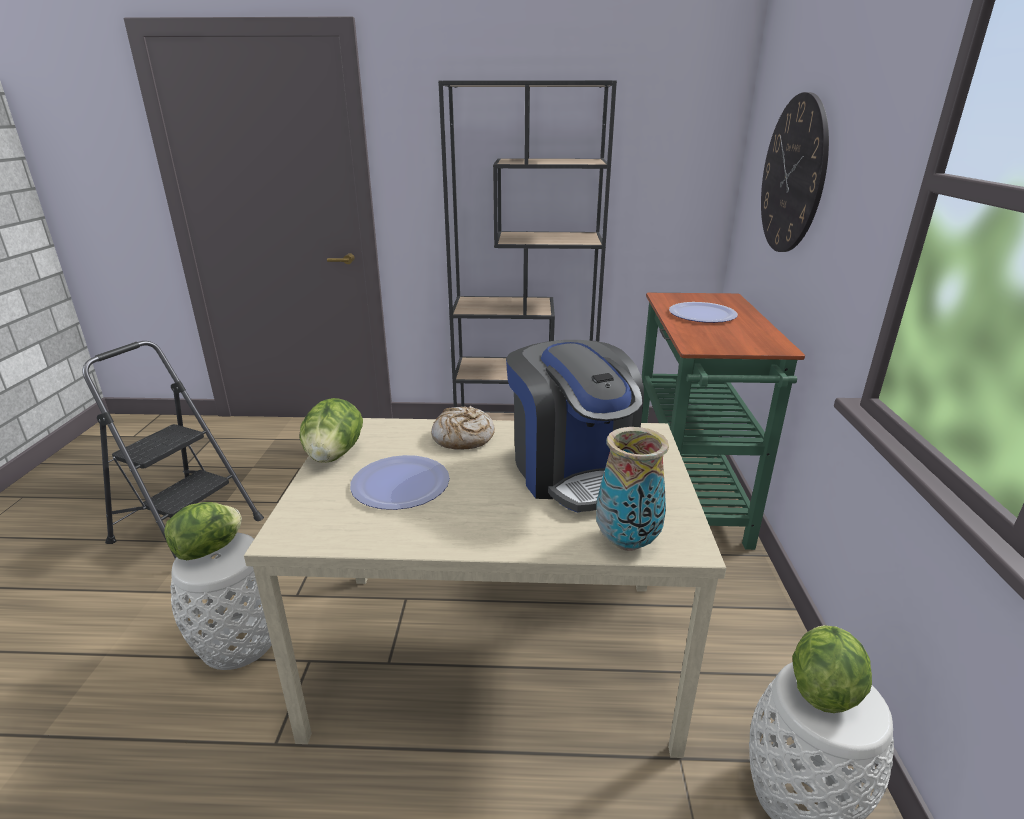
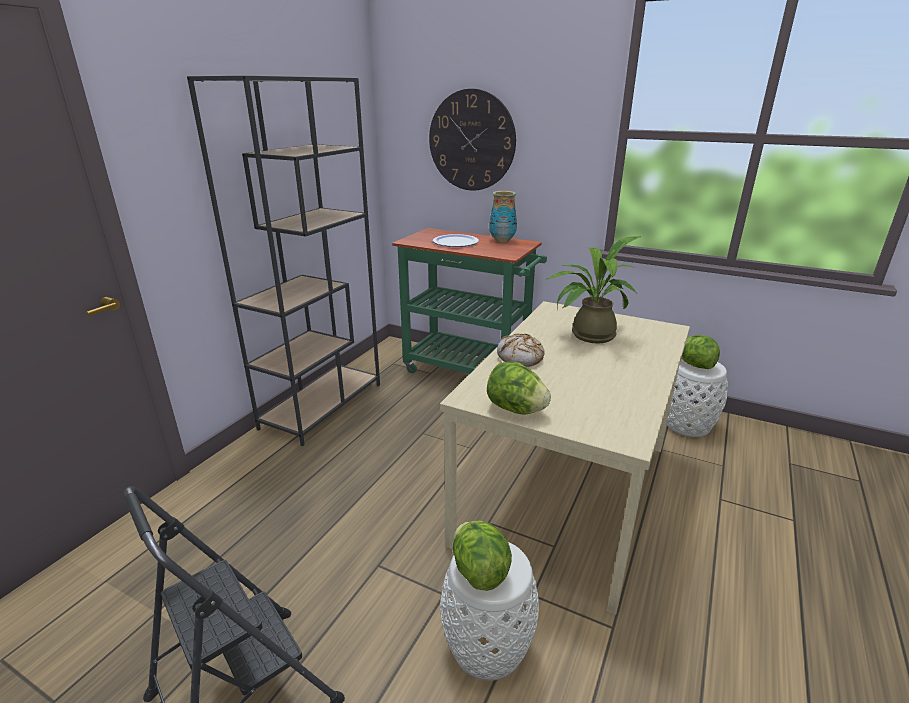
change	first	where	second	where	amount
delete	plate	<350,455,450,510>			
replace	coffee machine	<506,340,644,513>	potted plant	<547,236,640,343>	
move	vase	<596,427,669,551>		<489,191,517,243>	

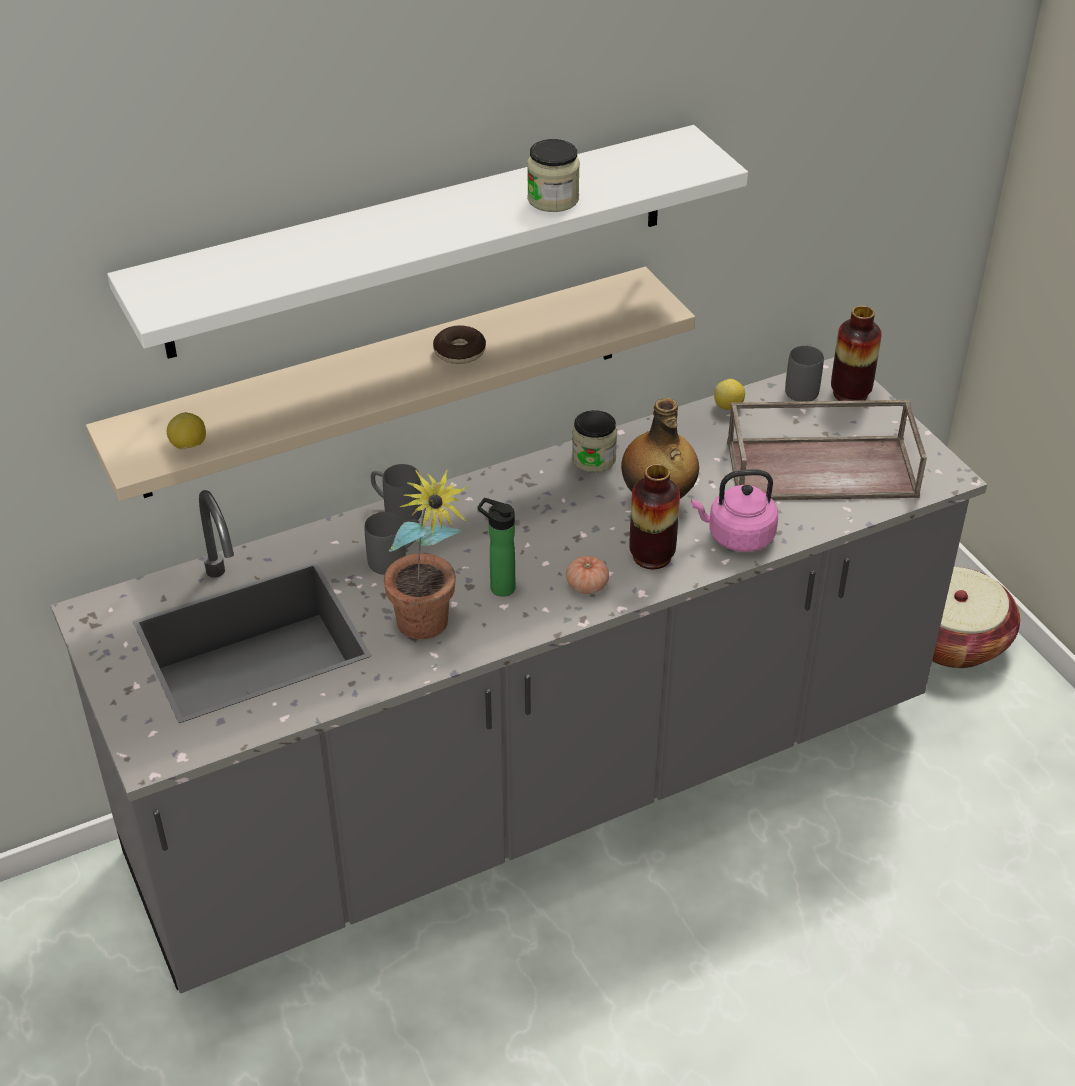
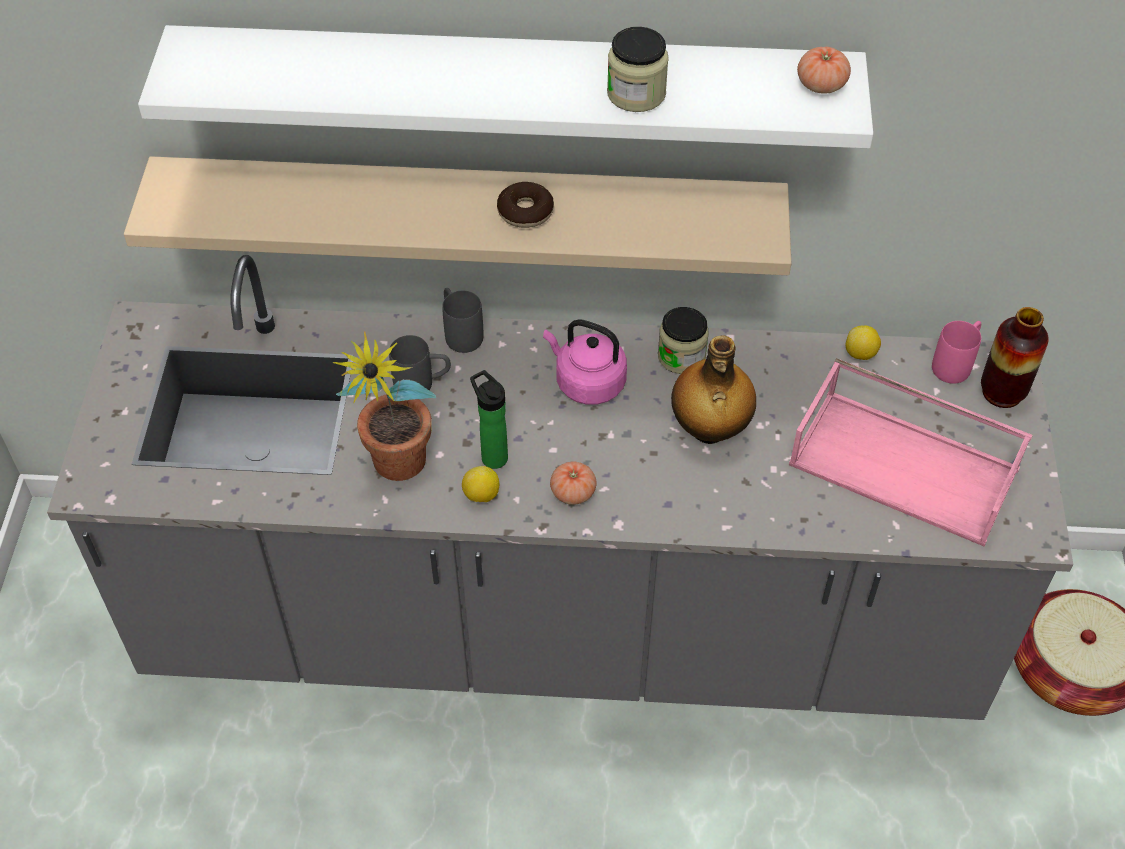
change	first	where	second	where	amount
move	lemon	<167,412,206,450>		<462,466,499,502>	
delete	vase	<630,464,680,569>			
move	pink kettle	<691,469,778,552>		<543,319,627,405>	
recolor	brown tray	<727,400,927,500>	pink tray	<789,358,1033,546>	
recolor	grey mug	<785,344,824,402>	pink mug	<932,321,981,384>	
insert			tomato	<797,47,851,94>	

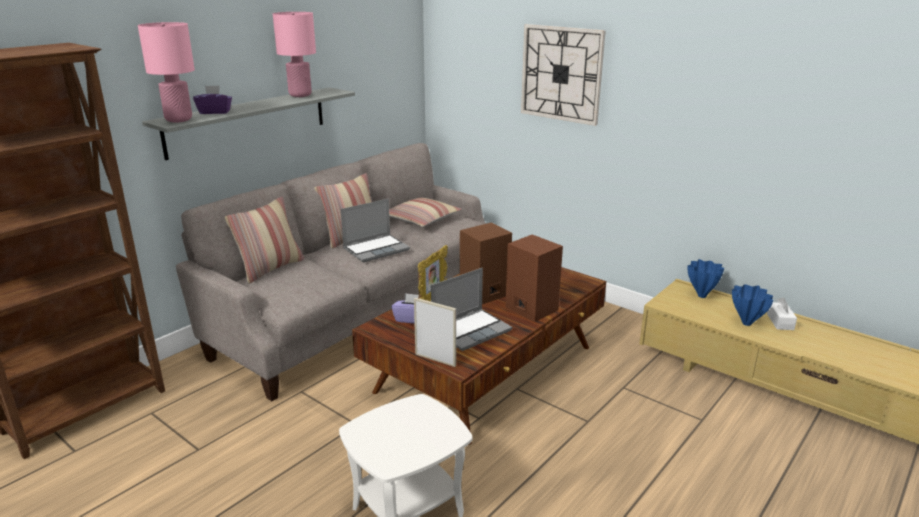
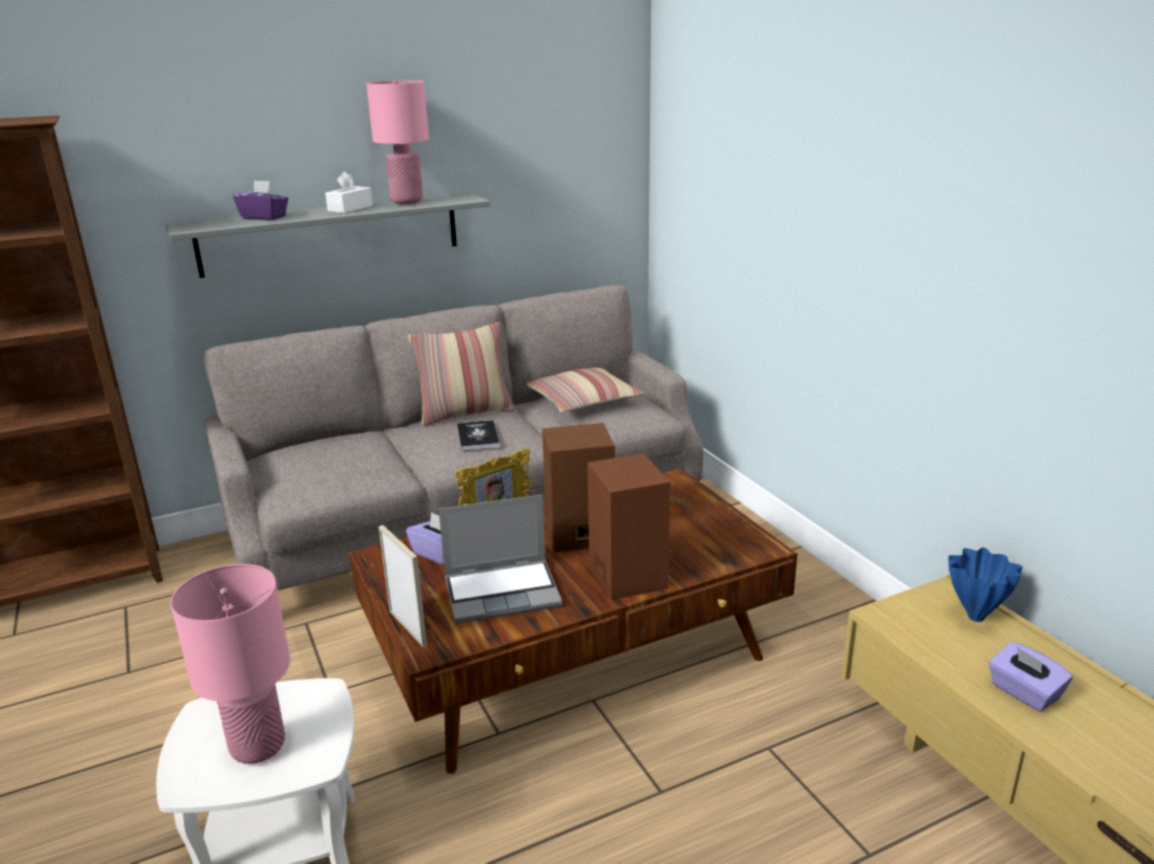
change	first	where	second	where	amount
move	pink table lamp	<138,22,195,122>		<171,564,290,764>	
delete	pillow	<225,197,304,284>			
replace	laptop	<341,199,410,262>	book	<457,420,500,451>	
delete	wall clock	<521,24,606,126>			
replace	blue vase	<732,284,773,326>	purple tissue box	<988,642,1073,712>	
move	white tissue box	<767,298,797,330>		<325,171,373,213>	

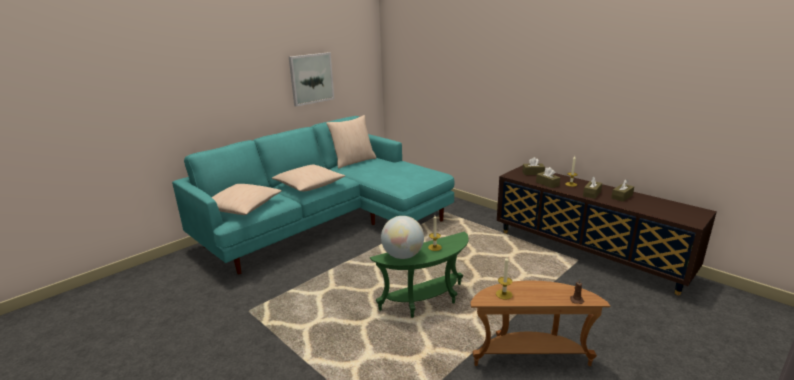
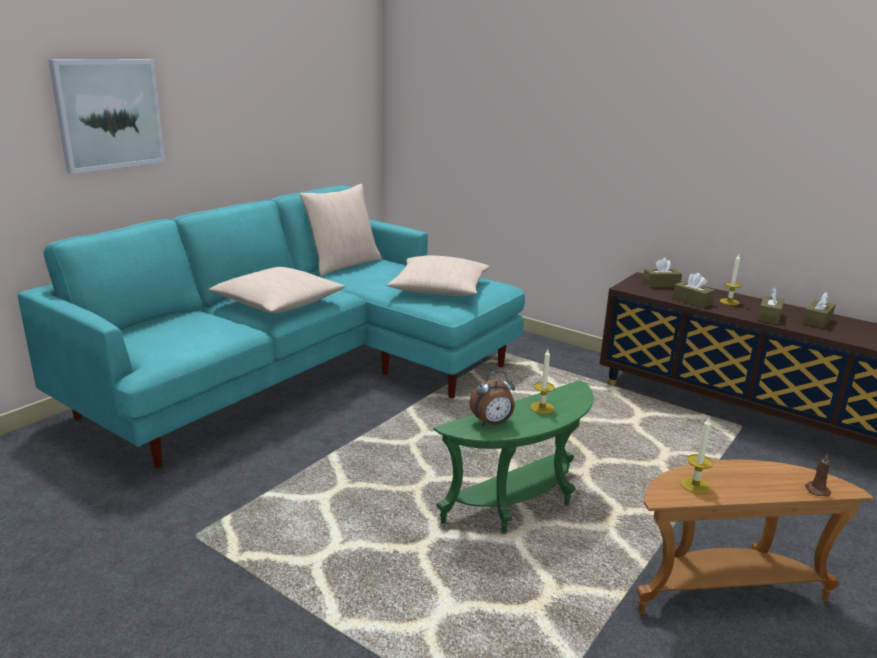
change	first	where	second	where	amount
move	beige pillow	<212,184,282,215>		<387,255,489,296>	
move	picture	<289,52,334,107>		<48,59,165,174>	
replace	globe	<381,216,424,259>	alarm clock	<470,371,515,426>	

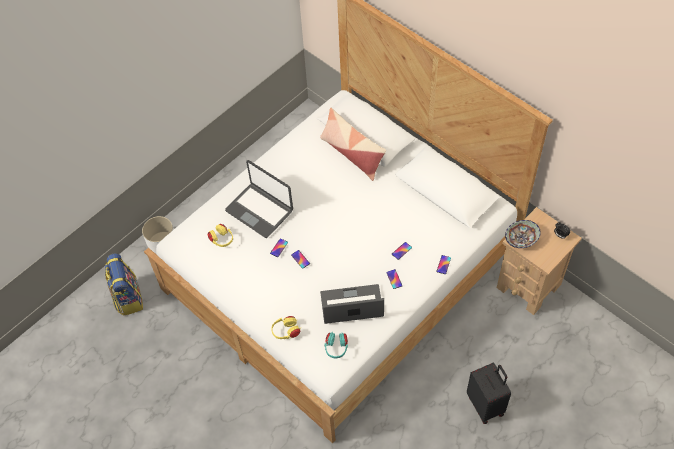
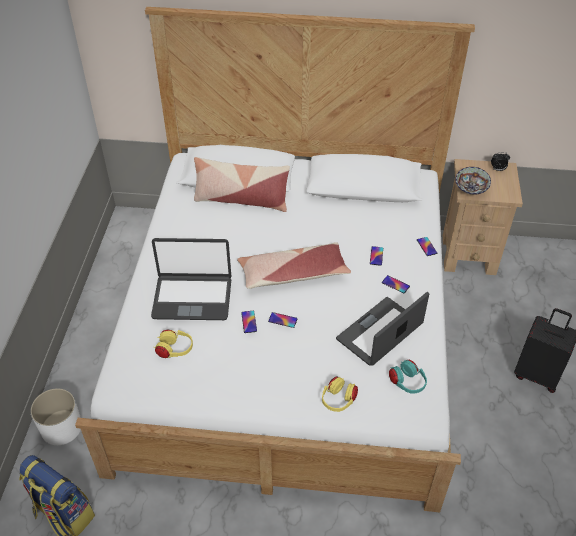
change	first	where	second	where	amount
insert			pillow	<237,242,351,289>	

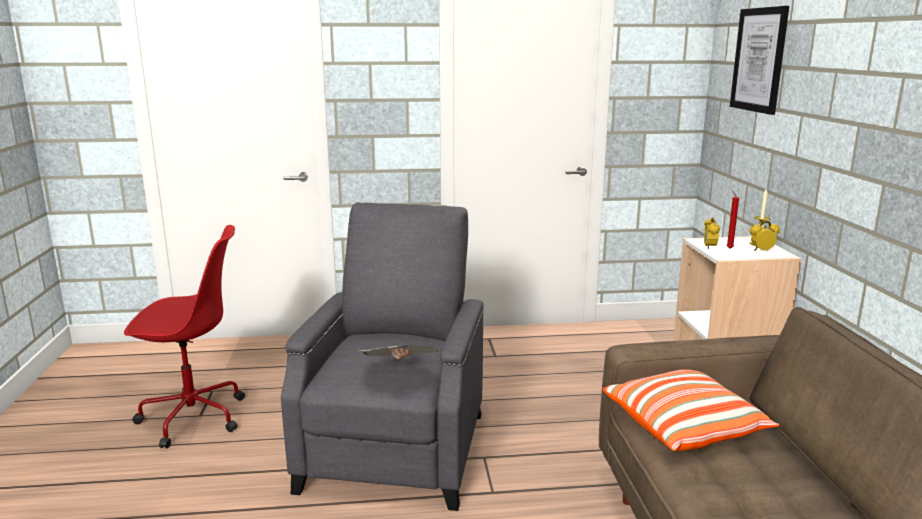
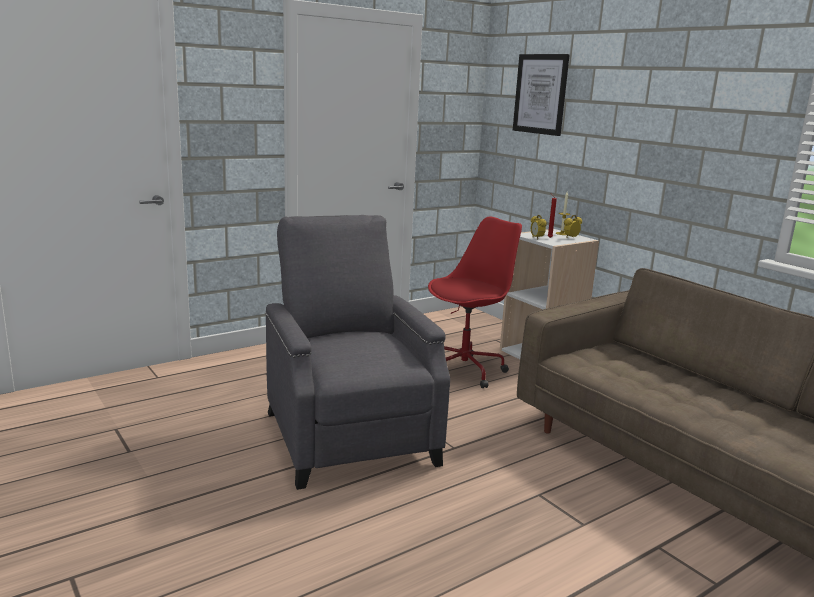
change	first	where	second	where	amount
move	red office chair	<124,225,245,448>		<428,217,522,388>	
delete	newspaper	<360,345,438,359>			
delete	pillow	<603,369,780,451>			

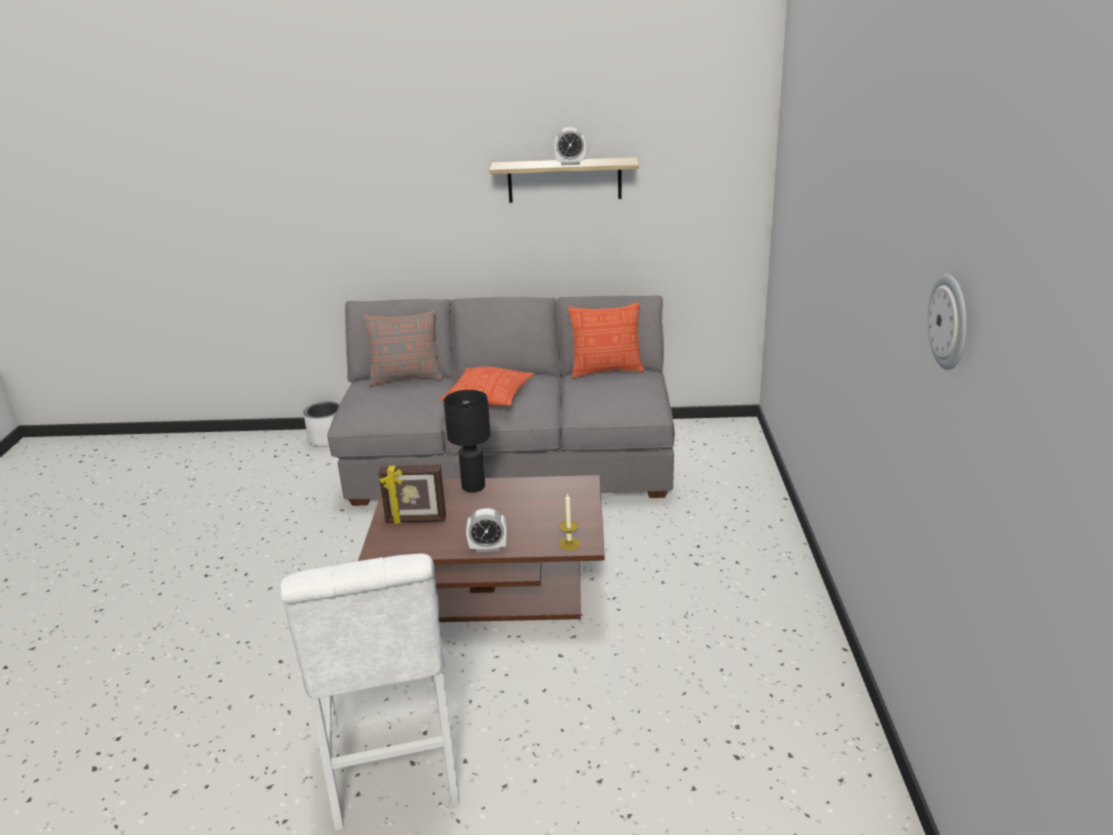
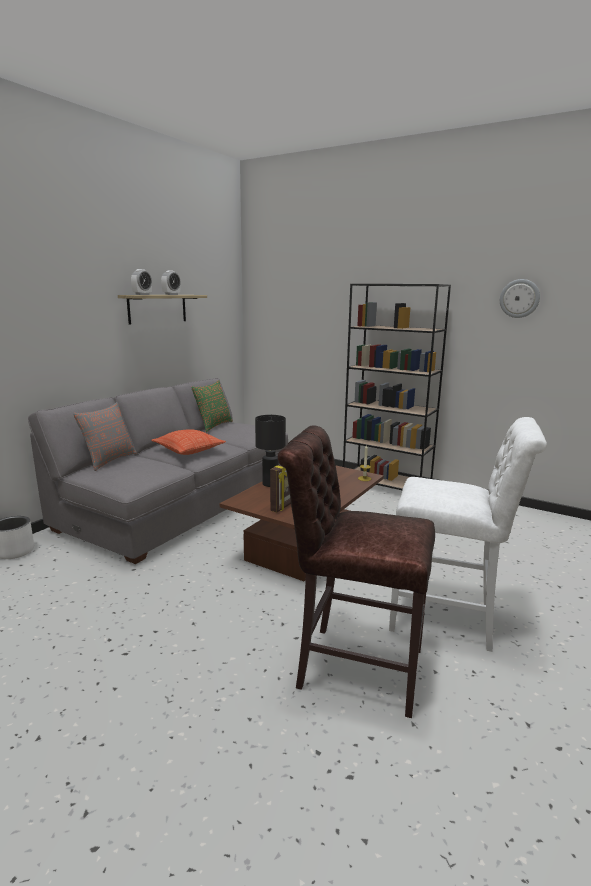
change	first	where	second	where	amount
move	alarm clock	<466,508,507,552>		<131,269,152,295>	
recolor	orange pillow	<568,302,644,378>	green pillow	<191,380,233,432>	
insert			brown stool	<277,425,435,718>	
insert			beige bookcase	<343,284,451,490>	

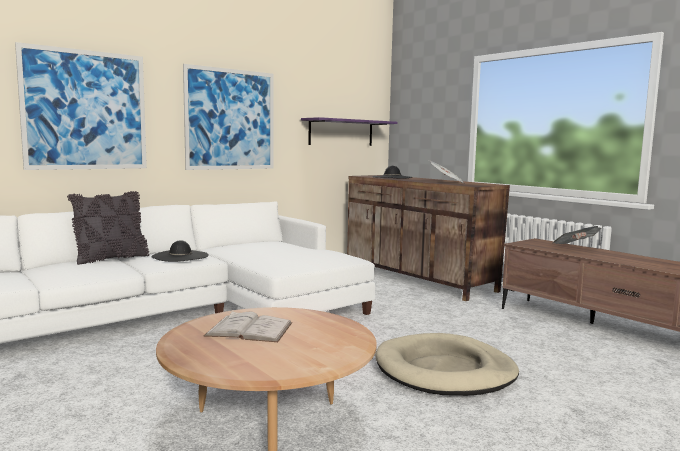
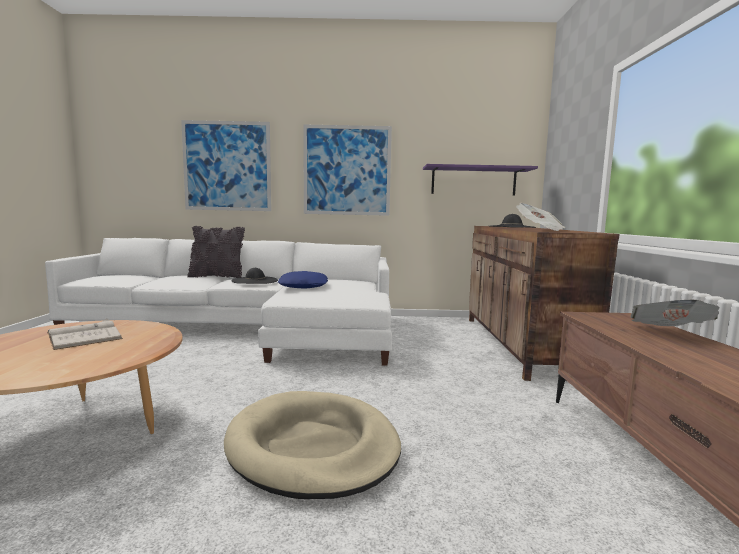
change	first	where	second	where	amount
insert			blue pillow	<278,271,328,289>	

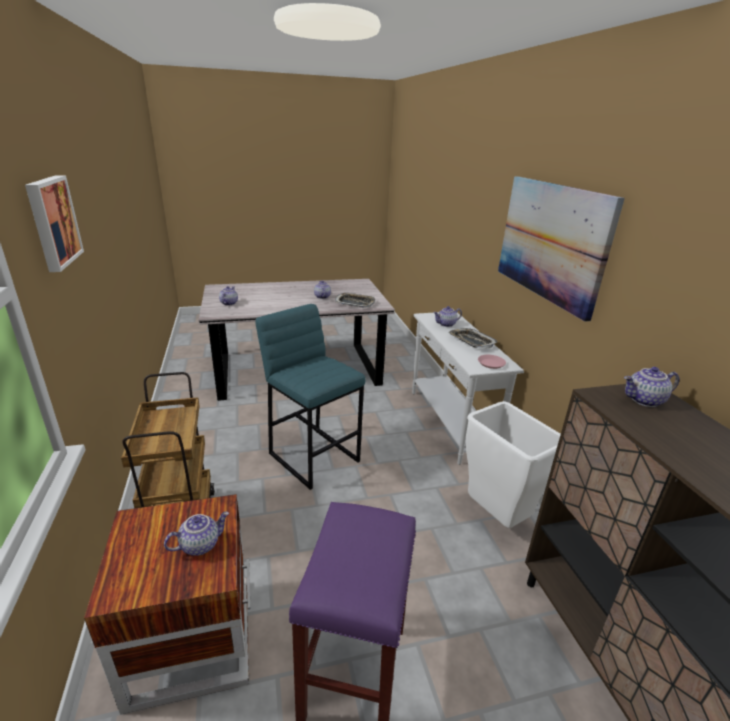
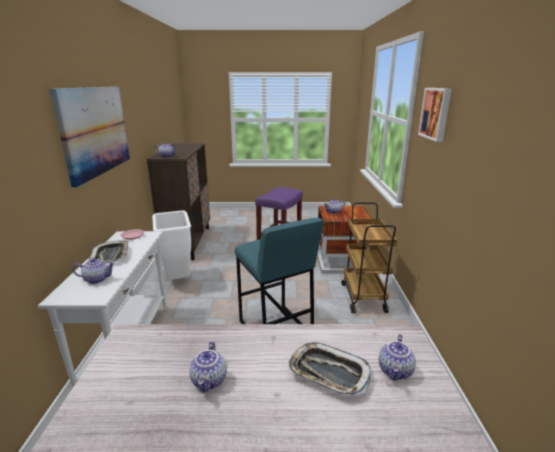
change	first	where	second	where	amount
move	tray	<335,293,376,308>		<289,342,371,396>	

